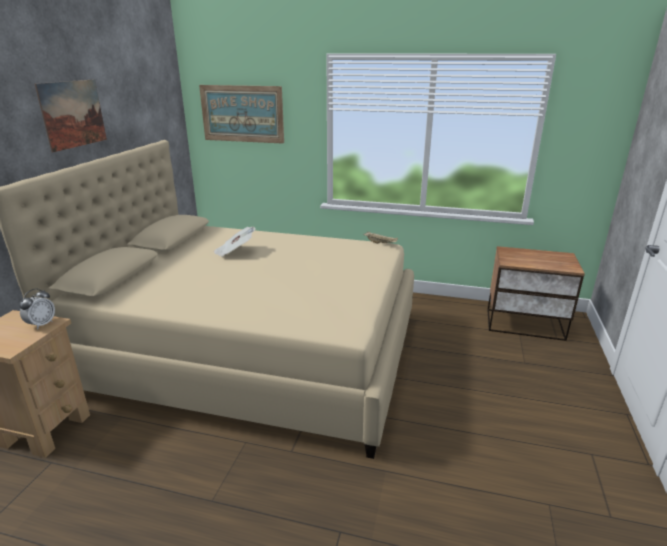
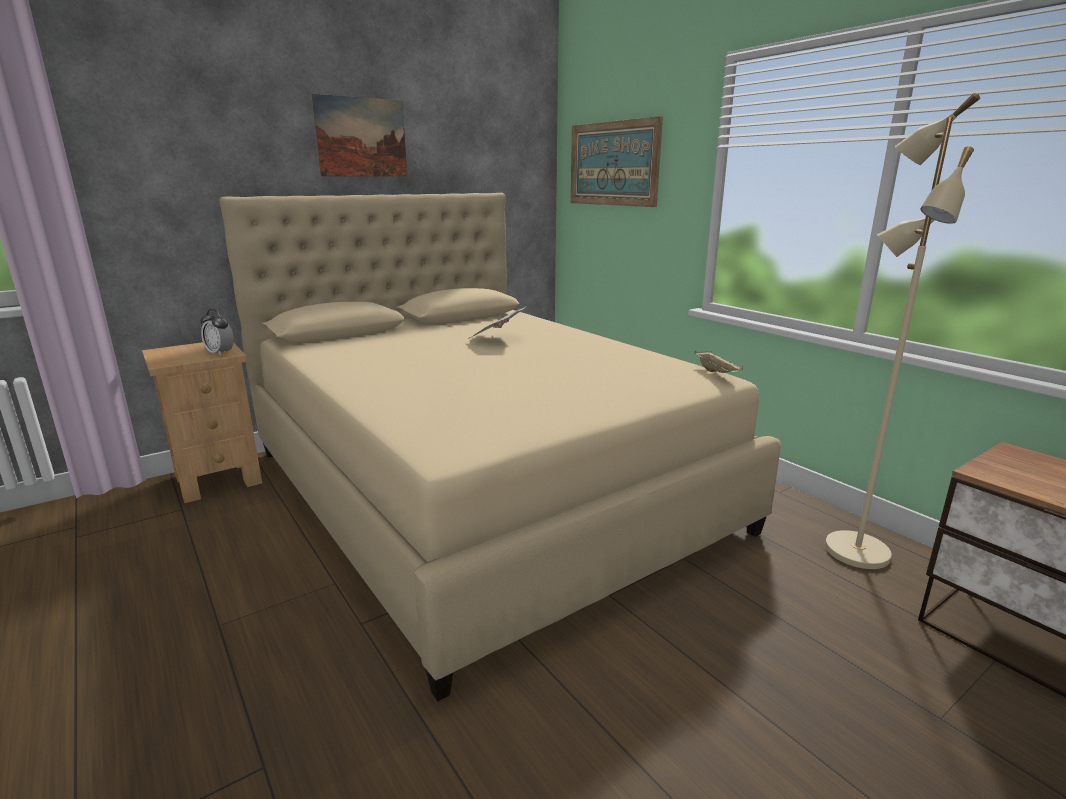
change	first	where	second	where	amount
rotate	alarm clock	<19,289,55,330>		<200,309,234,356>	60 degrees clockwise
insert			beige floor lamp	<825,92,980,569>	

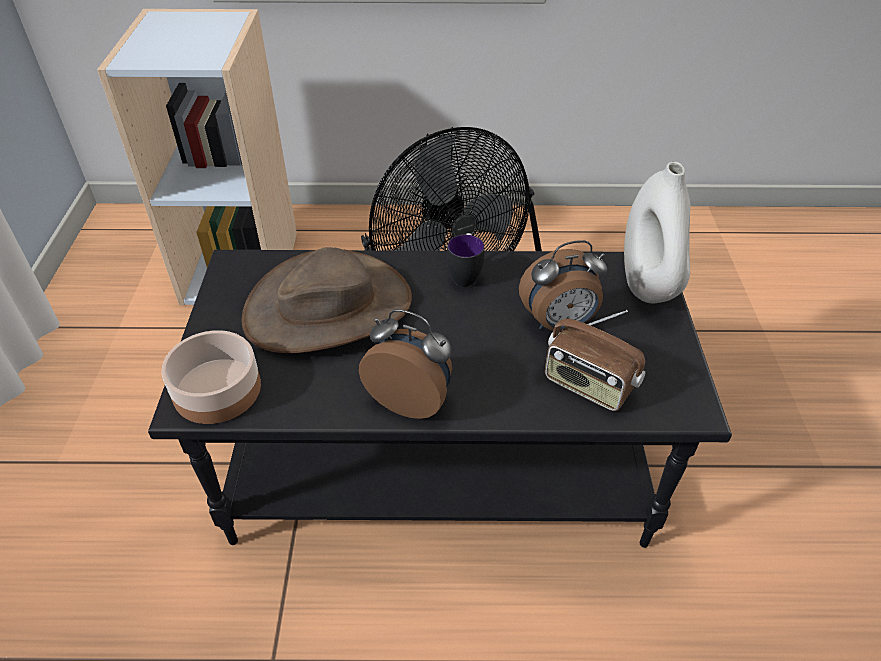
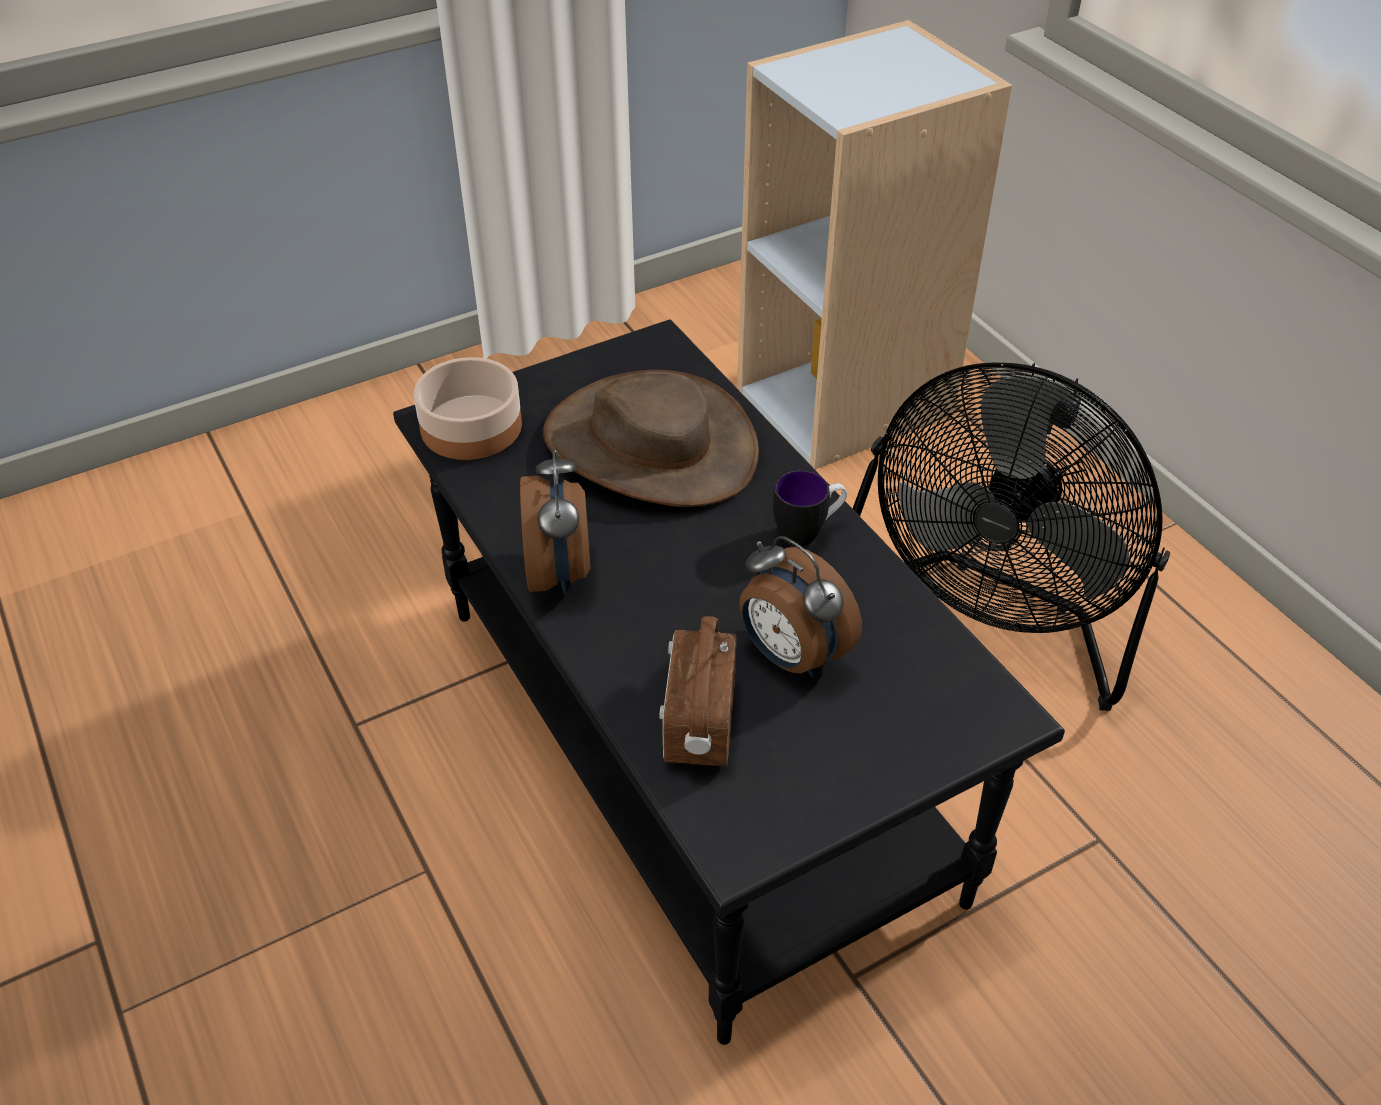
change	first	where	second	where	amount
delete	white vase	<624,162,690,303>			

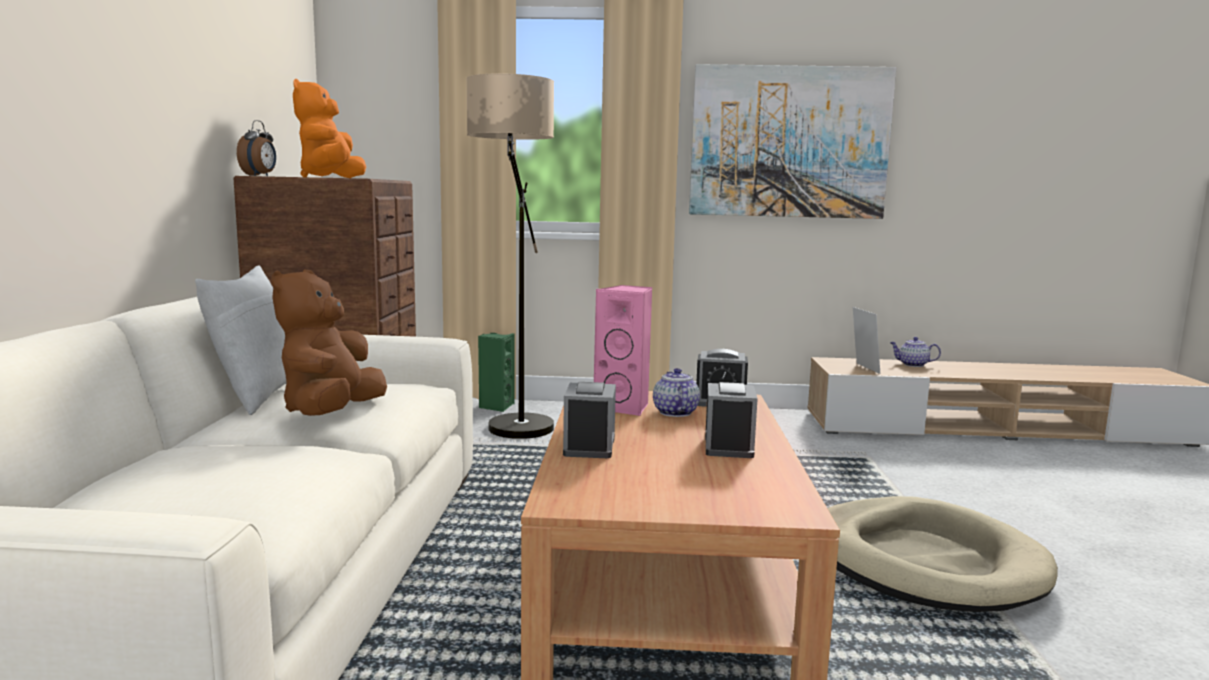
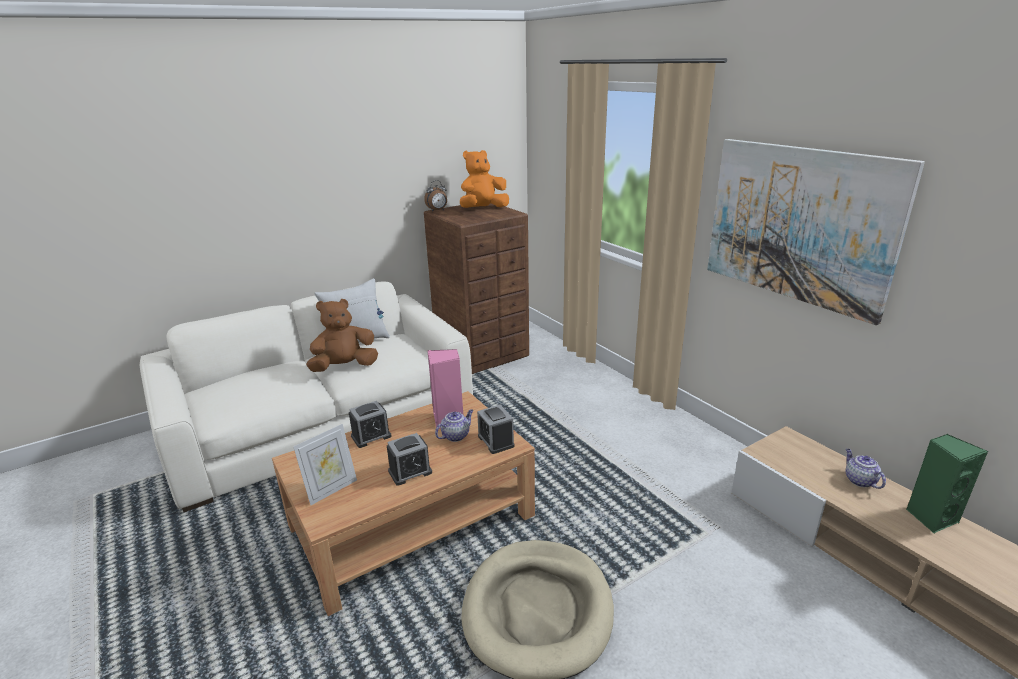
change	first	where	second	where	amount
delete	floor lamp	<466,73,554,439>			
move	green speaker	<478,333,514,412>		<906,434,988,533>	
move	picture frame	<853,307,880,374>		<293,424,357,505>	

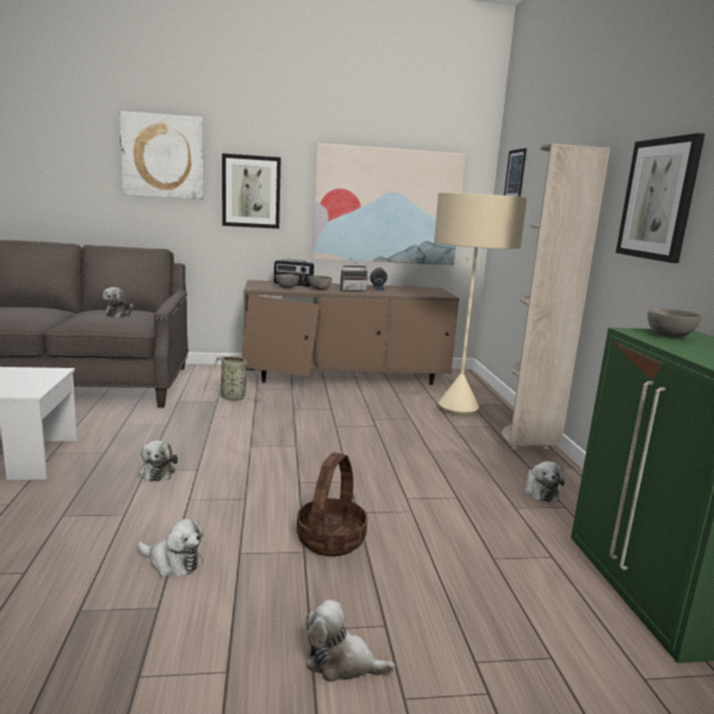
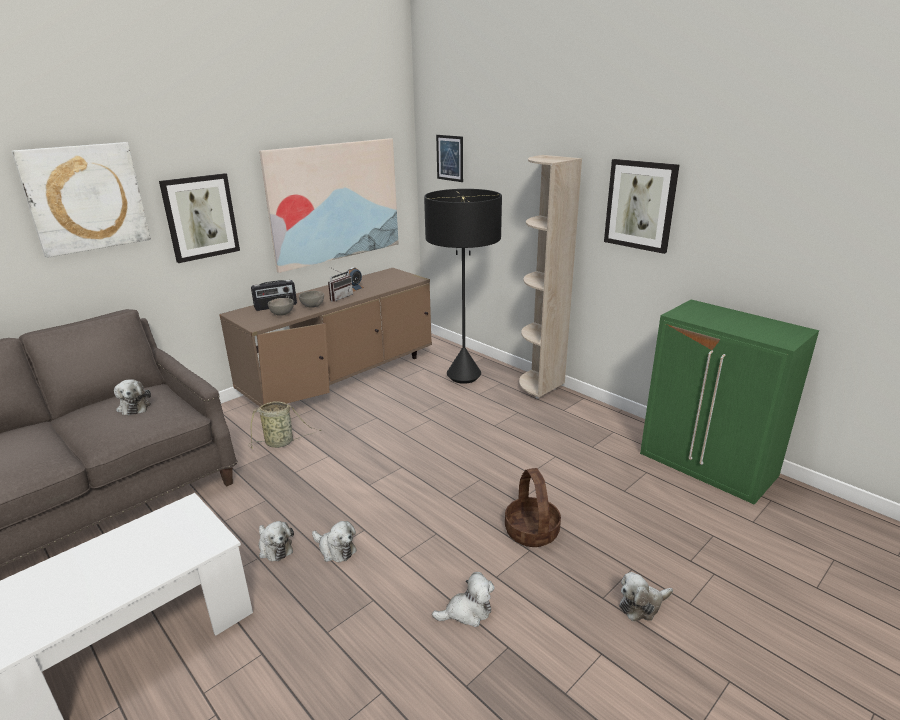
change	first	where	second	where	amount
recolor	beige floor lamp	<434,192,527,416>	black floor lamp	<424,189,502,384>	
move	plush toy	<524,461,564,502>		<258,521,294,561>	
delete	grey bowl	<647,308,702,338>			

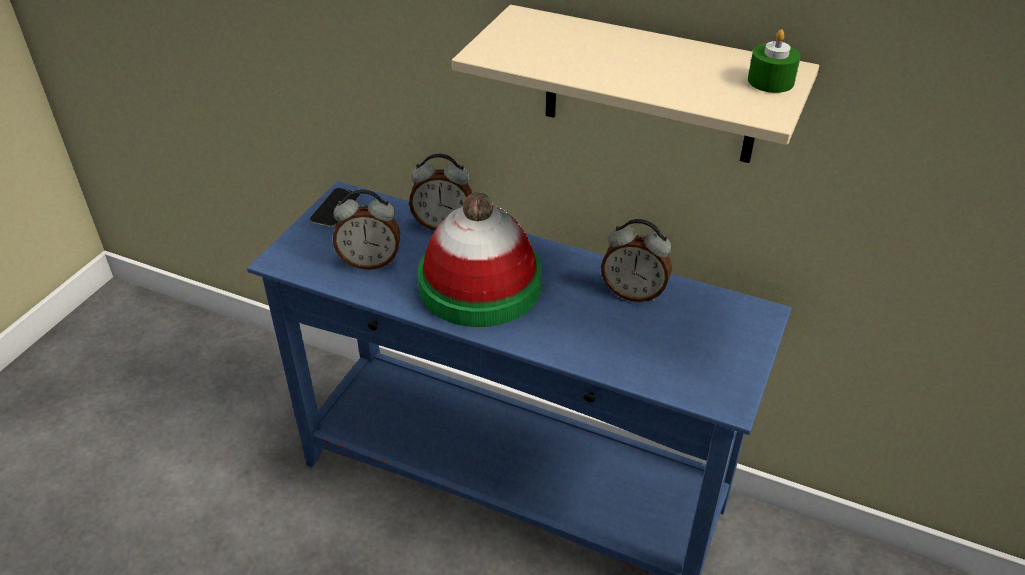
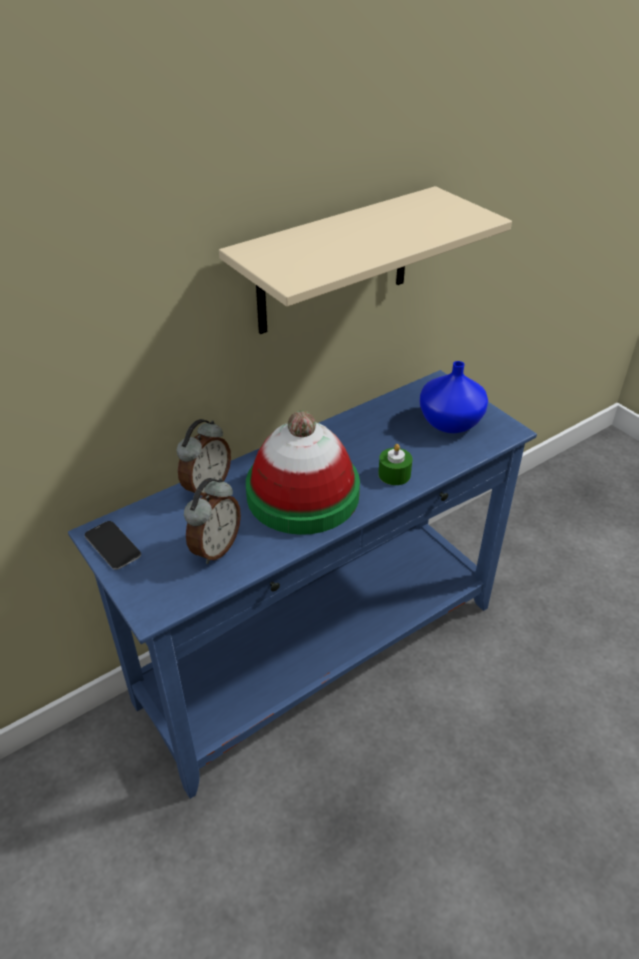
change	first	where	second	where	amount
delete	alarm clock	<601,219,672,302>			
move	green candle	<748,29,801,93>		<378,444,412,485>	
insert			blue vase	<420,361,488,433>	

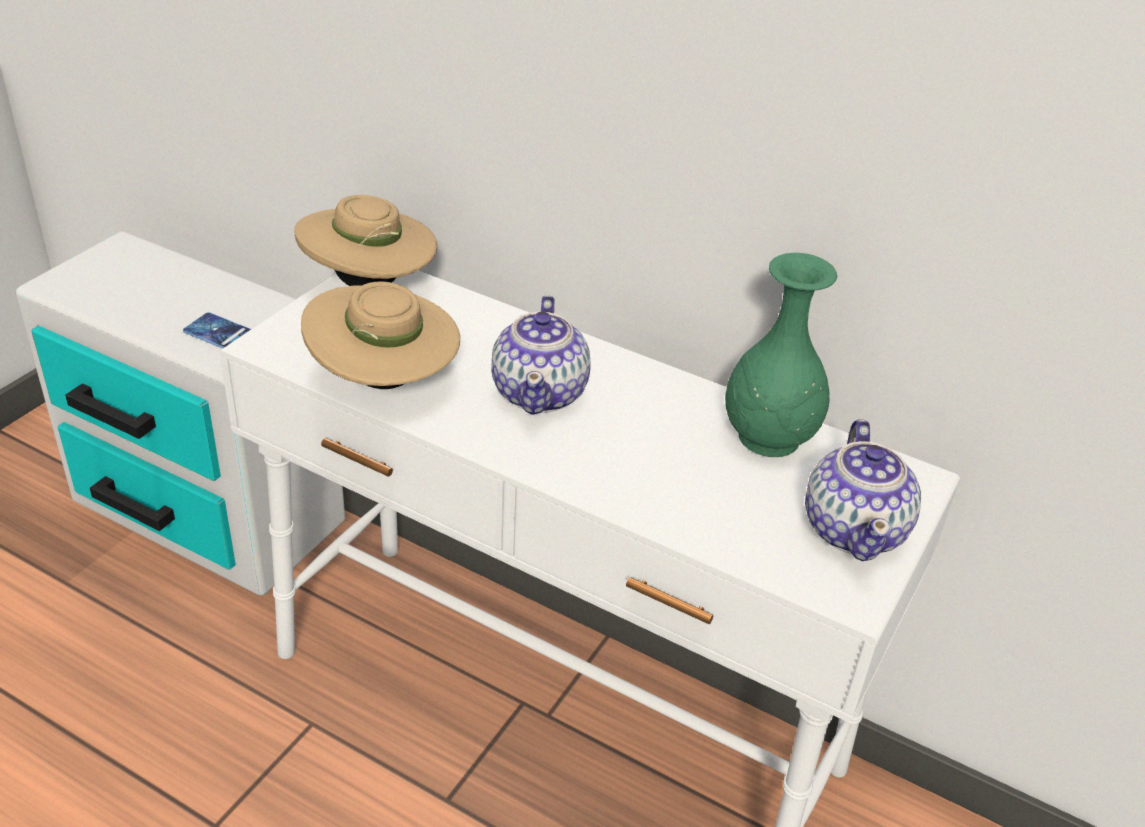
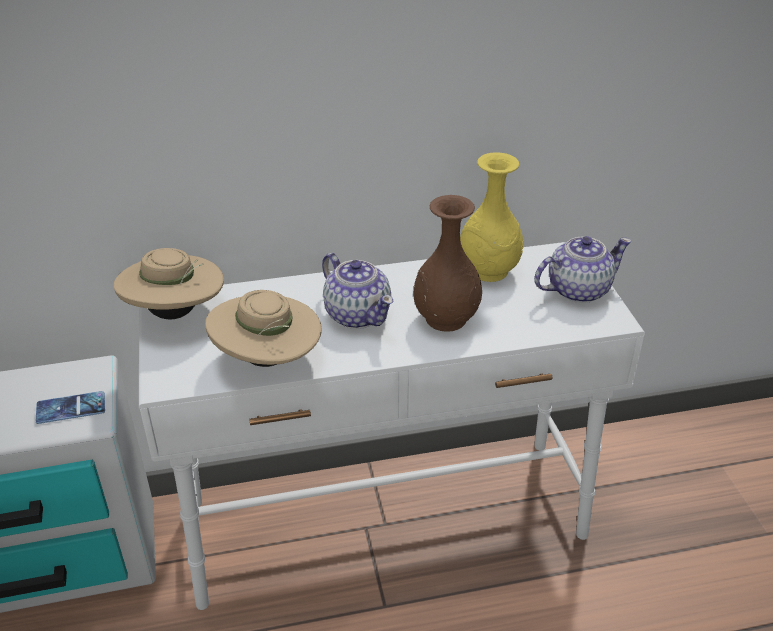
change	first	where	second	where	amount
recolor	green vase	<725,253,837,457>	yellow vase	<460,152,523,282>	
rotate	teapot	<805,419,921,561>		<534,236,632,303>	75 degrees counterclockwise
insert			brown vase	<413,195,482,332>	

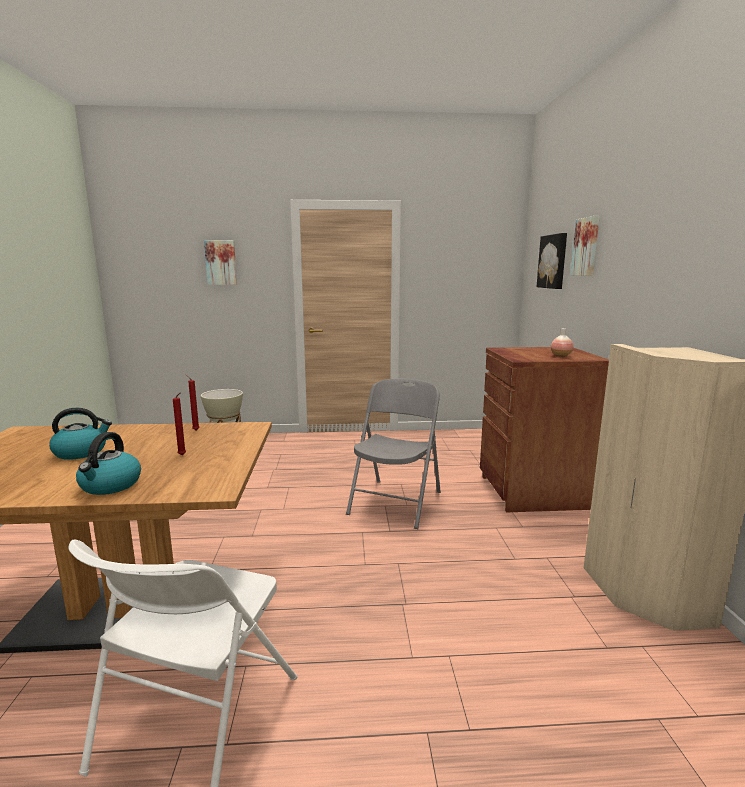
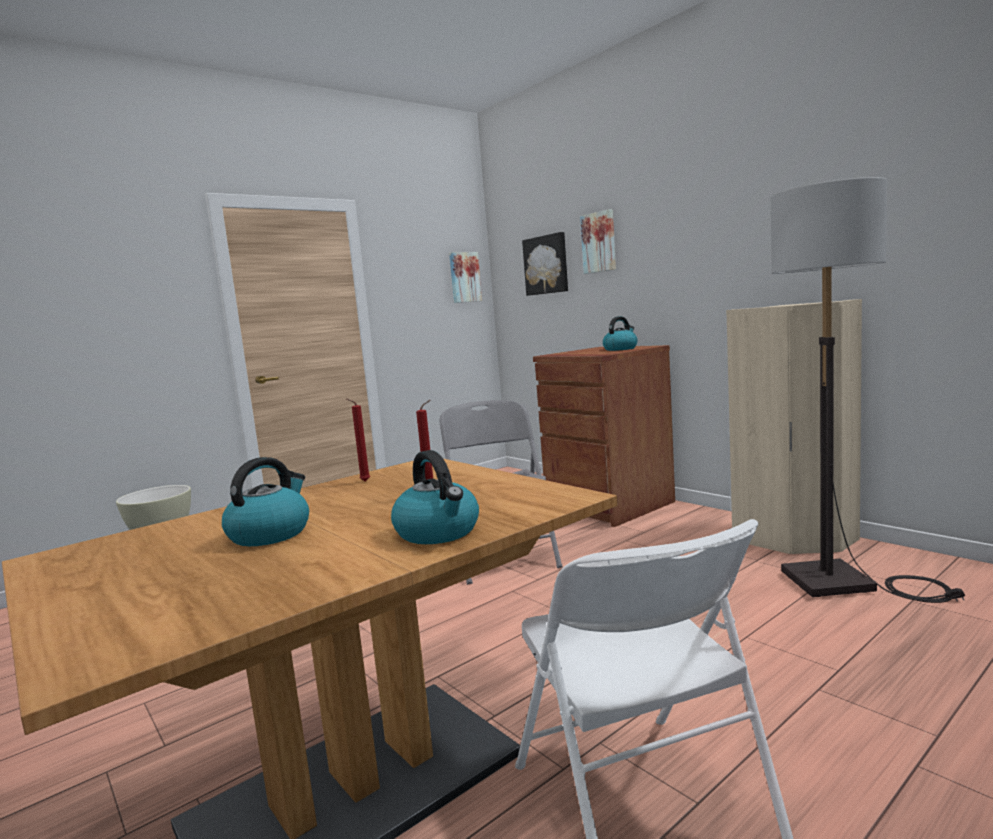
change	first	where	second	where	amount
move	picture	<204,240,237,285>		<449,252,482,303>	
replace	vase	<551,328,574,357>	kettle	<603,316,638,351>	
insert			floor lamp	<771,177,965,603>	

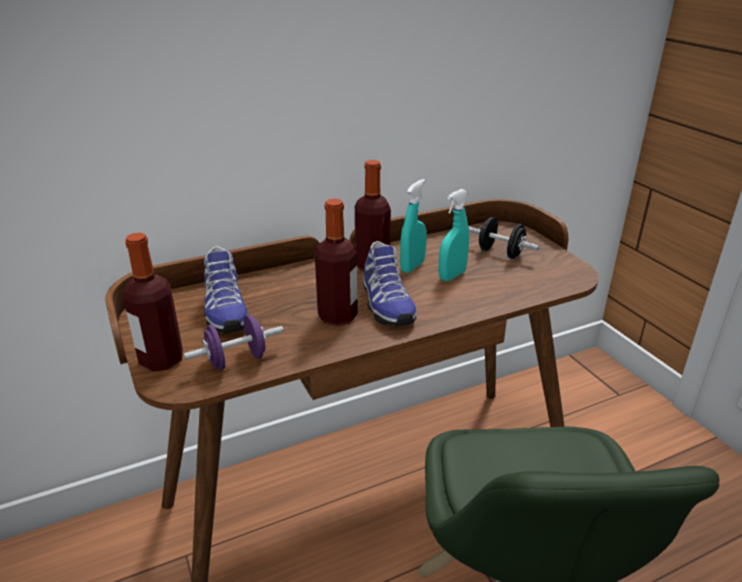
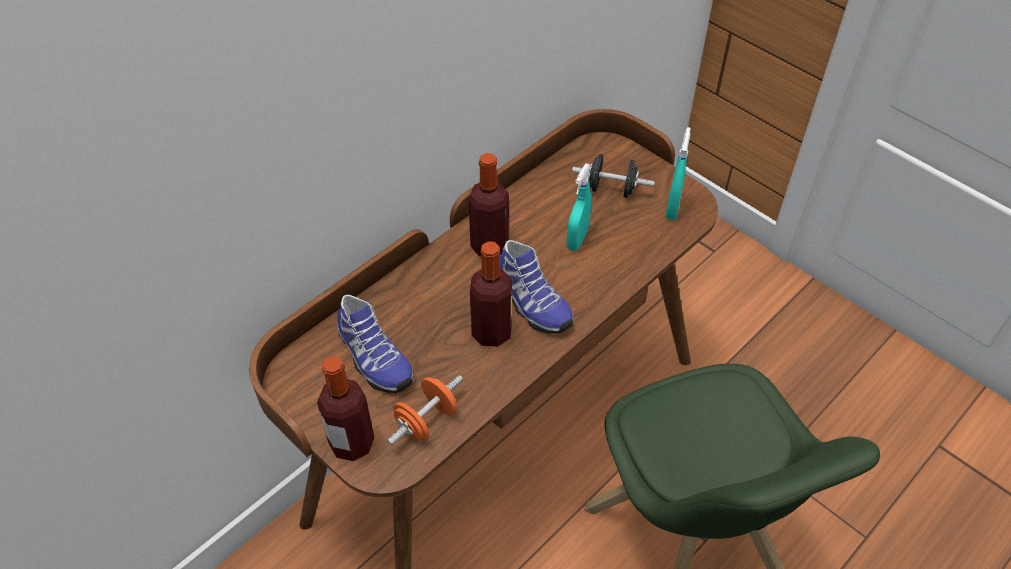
change	first	where	second	where	amount
recolor	purple dumbbell	<184,314,283,370>	orange dumbbell	<387,375,463,445>	
move	turquoise spray bottle	<400,179,427,273>		<665,127,691,220>	

